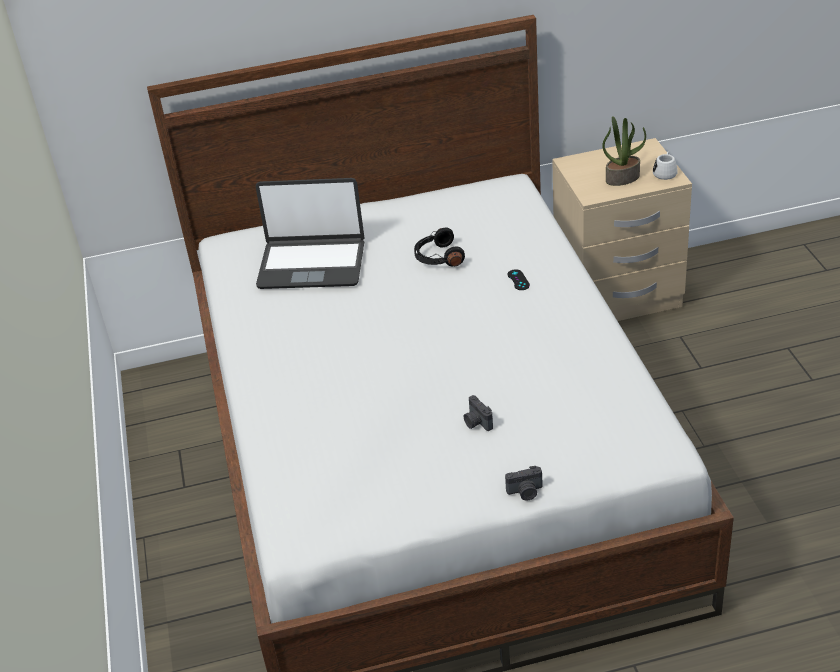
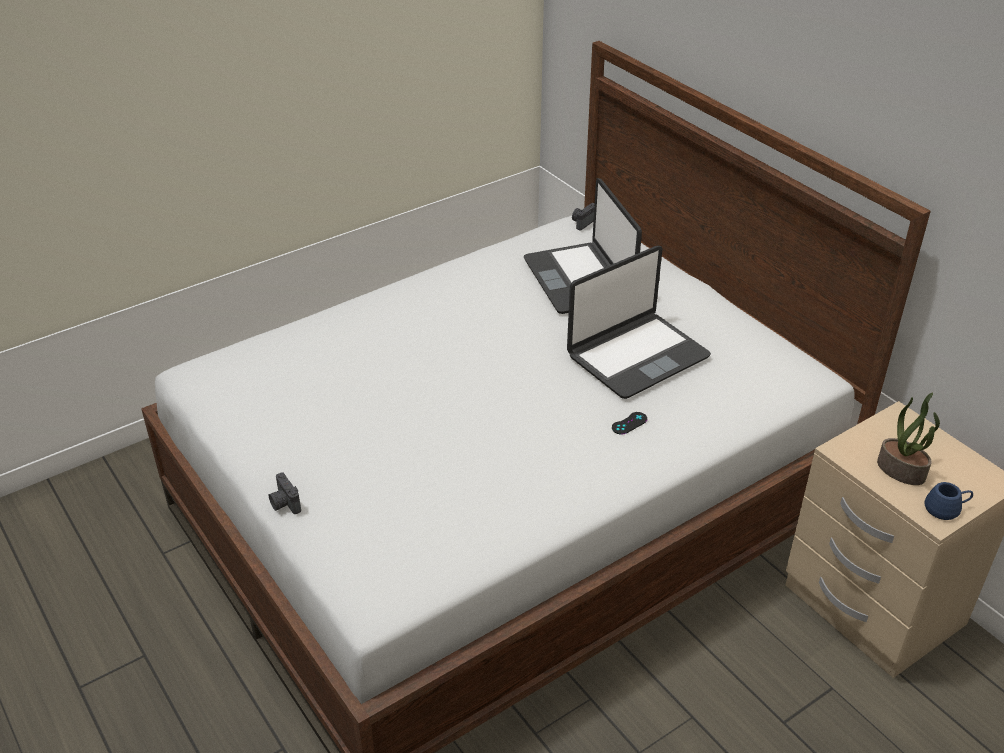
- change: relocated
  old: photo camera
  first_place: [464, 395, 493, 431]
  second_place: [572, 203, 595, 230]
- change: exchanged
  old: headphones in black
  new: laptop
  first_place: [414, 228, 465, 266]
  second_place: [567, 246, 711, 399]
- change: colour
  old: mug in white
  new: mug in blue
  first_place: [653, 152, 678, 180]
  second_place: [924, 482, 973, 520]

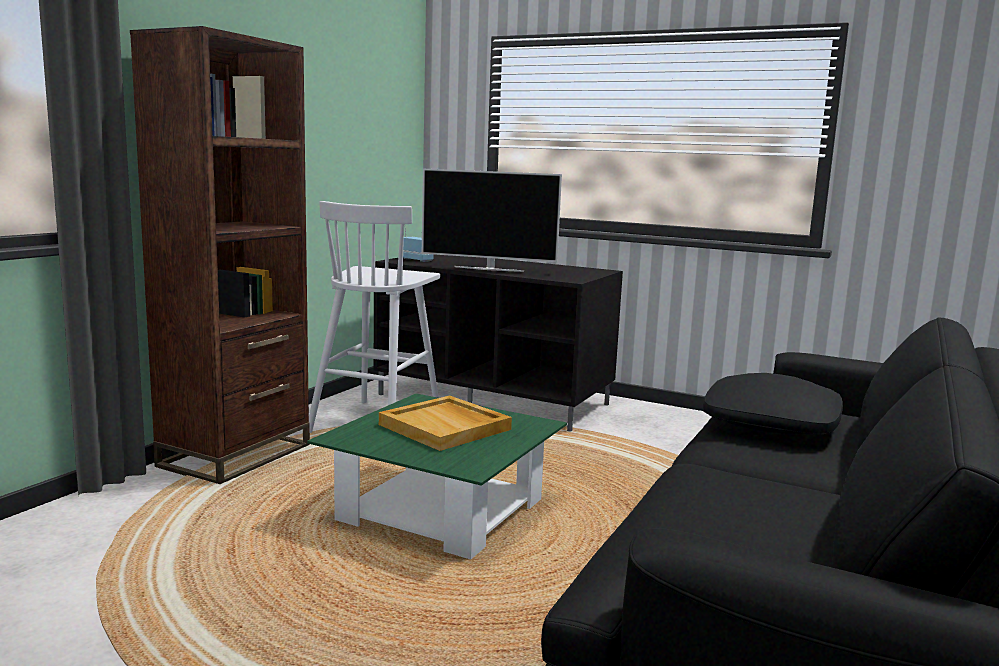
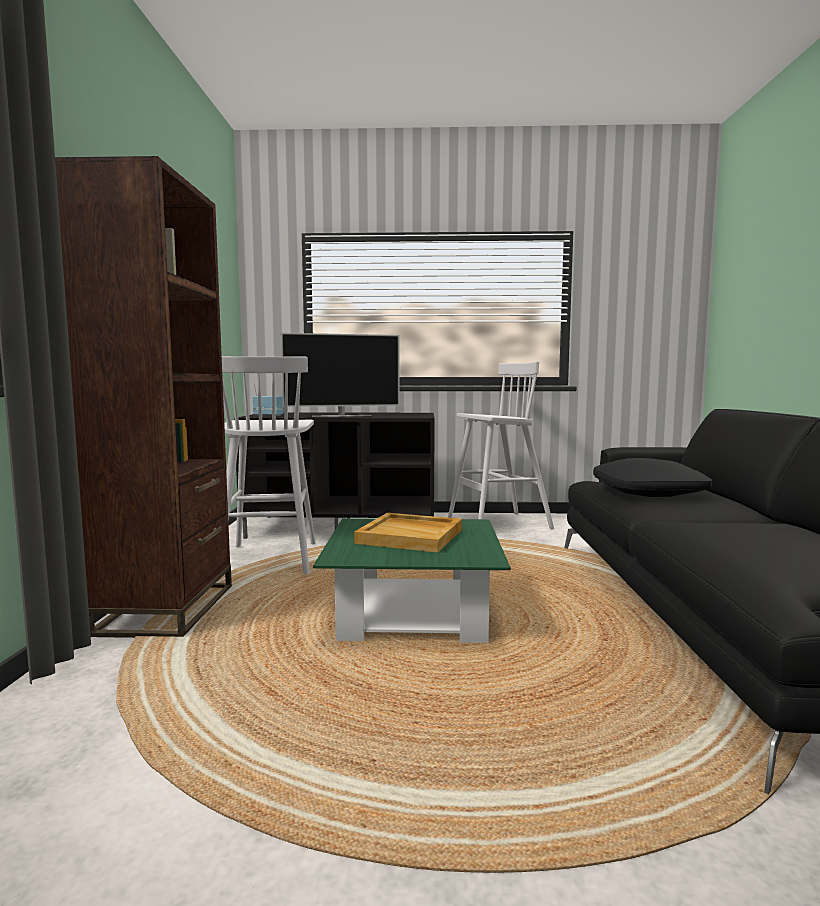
- change: appeared
  new: stool in white
  second_place: [448, 361, 554, 529]

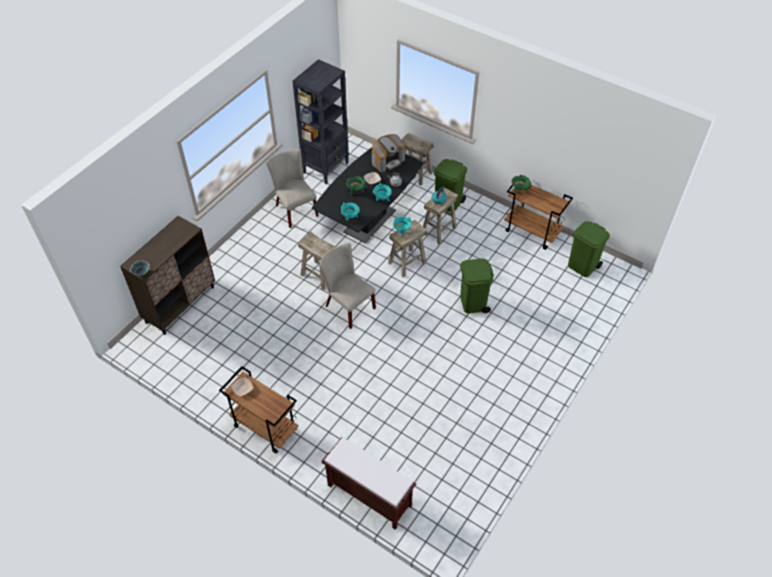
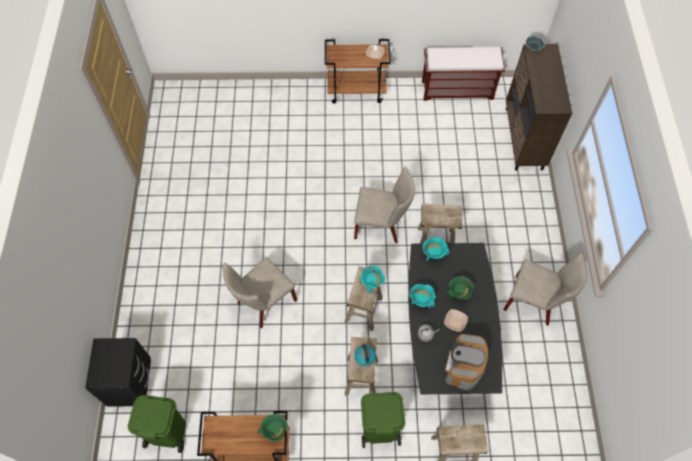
- change: missing
  old: bookcase in black
  first_place: [292, 59, 349, 184]
- change: appeared
  new: nightstand in black
  second_place: [85, 338, 151, 407]
- change: relocated
  old: bench in brown
  first_place: [322, 437, 416, 530]
  second_place: [422, 47, 505, 101]
- change: exchanged
  old: trash can in green
  new: chair in beige
  first_place: [460, 258, 494, 314]
  second_place: [223, 257, 297, 328]

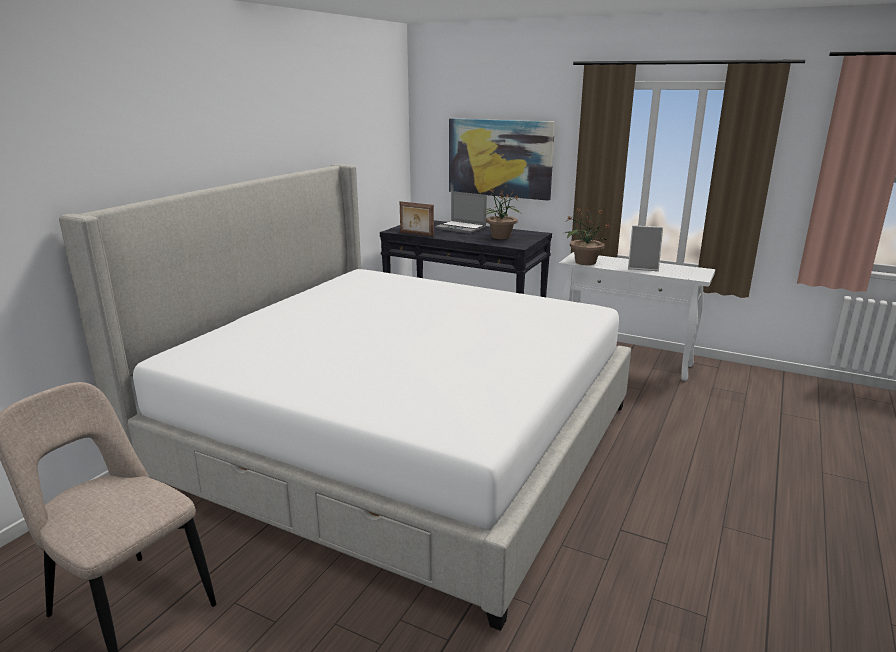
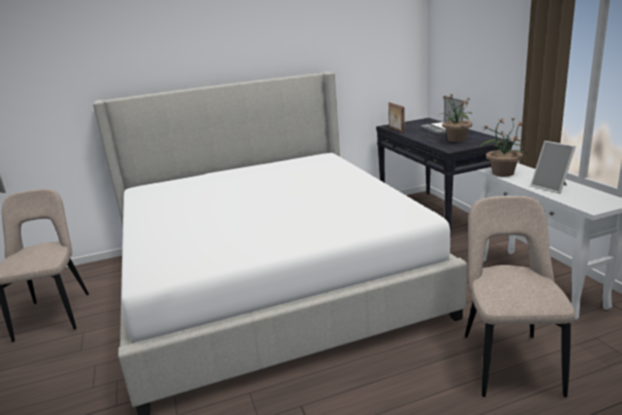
- change: missing
  old: picture
  first_place: [449, 118, 555, 201]
- change: appeared
  new: chair in beige
  second_place: [465, 196, 575, 397]

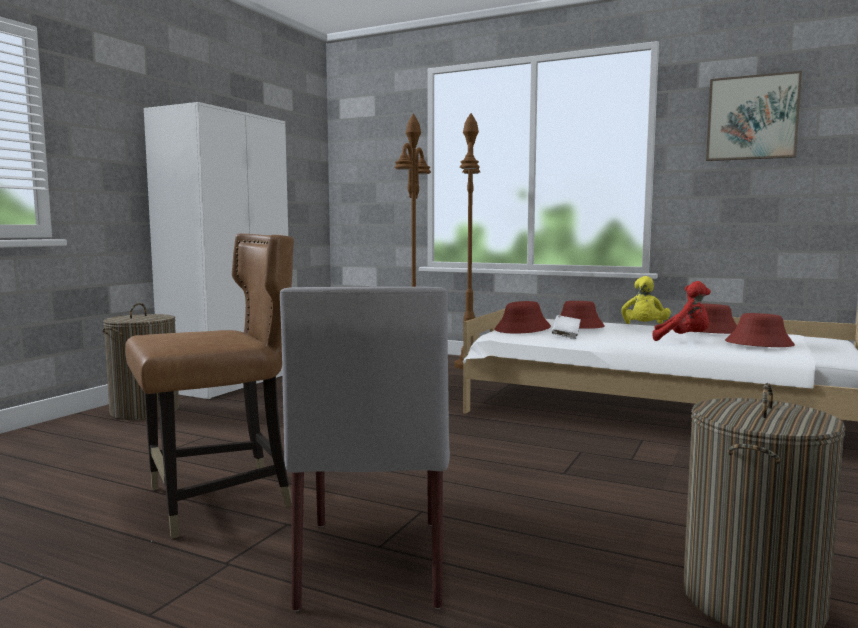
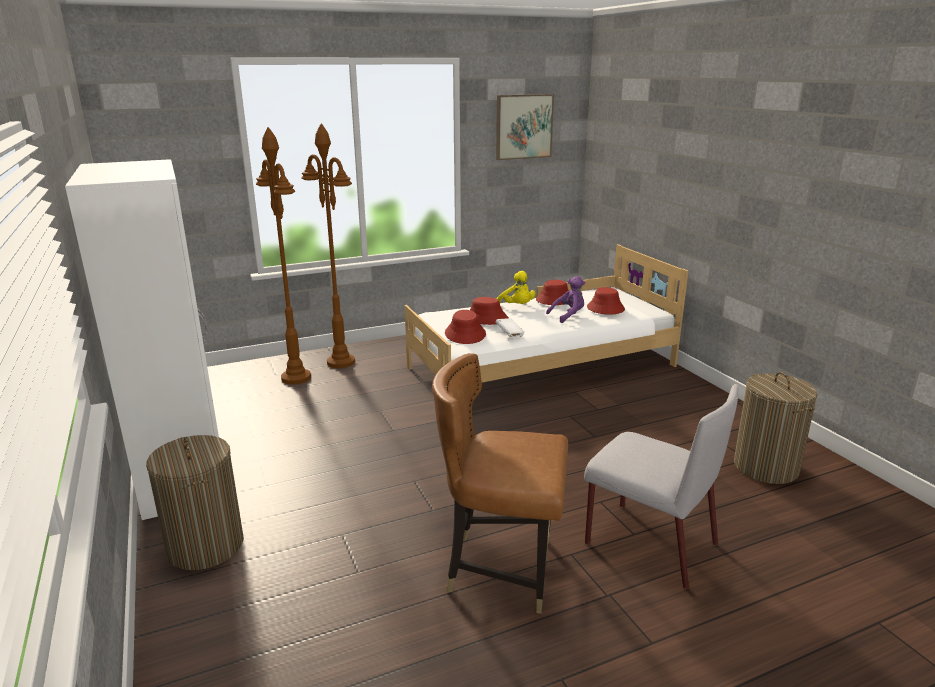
- change: colour
  old: plush toy in red
  new: plush toy in purple
  first_place: [653, 281, 711, 341]
  second_place: [546, 276, 585, 323]
- change: spun
  old: chair in brown
  first_place: [125, 234, 294, 538]
  second_place: [432, 353, 568, 614]
  degrees: -90

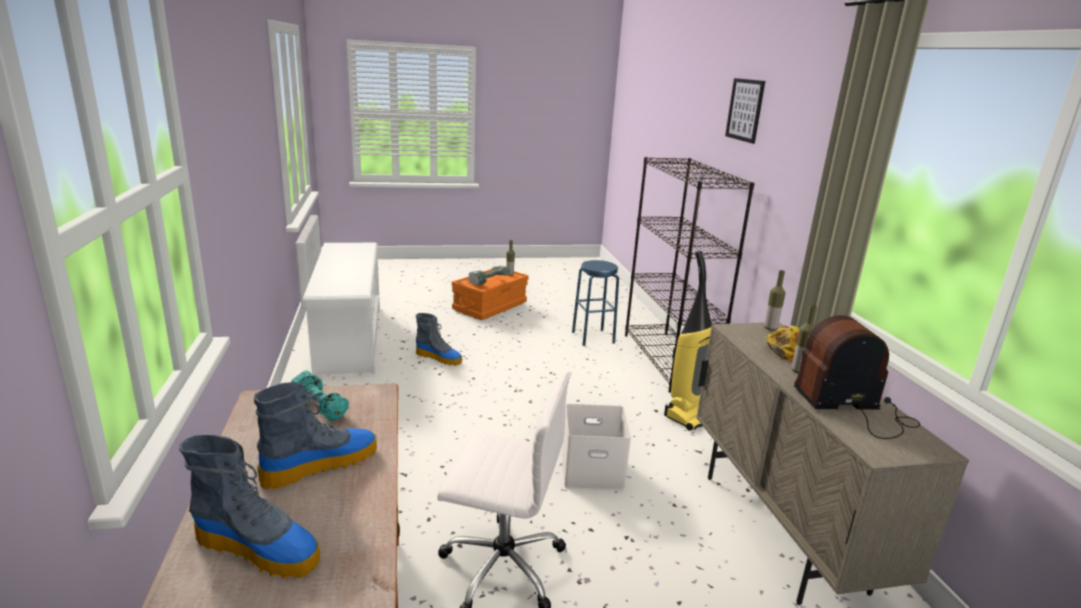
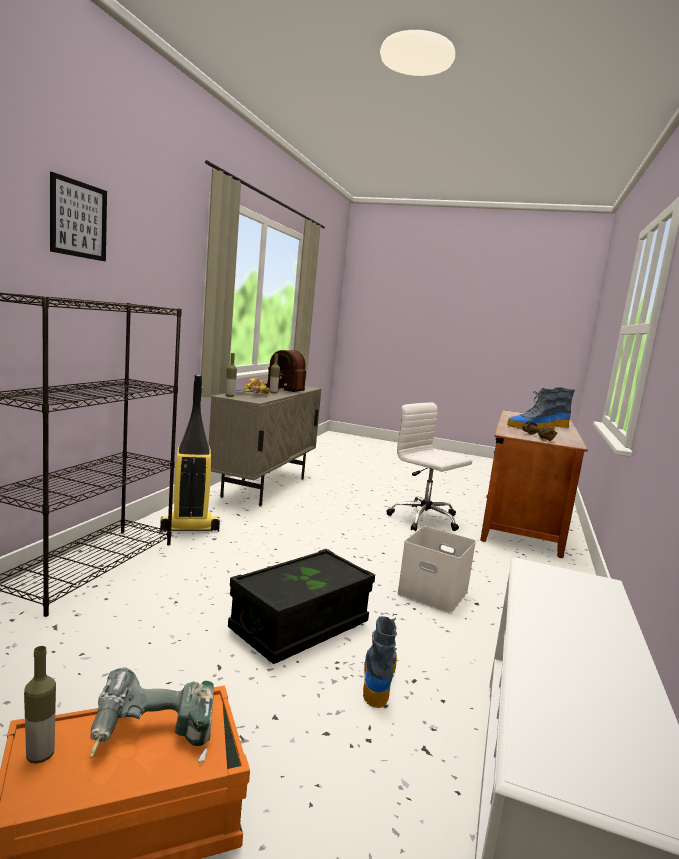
- change: missing
  old: stool in blue
  first_place: [572, 260, 619, 346]
- change: appeared
  new: storage box in black
  second_place: [228, 549, 375, 664]
- change: relocated
  old: storage box in white
  first_place: [562, 404, 631, 490]
  second_place: [397, 526, 476, 614]
- change: colour
  old: dumbbell in turquoise
  new: dumbbell in brown
  first_place: [291, 370, 349, 421]
  second_place: [522, 421, 557, 441]
- change: spun
  old: boot
  first_place: [415, 313, 462, 366]
  second_place: [363, 616, 397, 708]
  degrees: 45

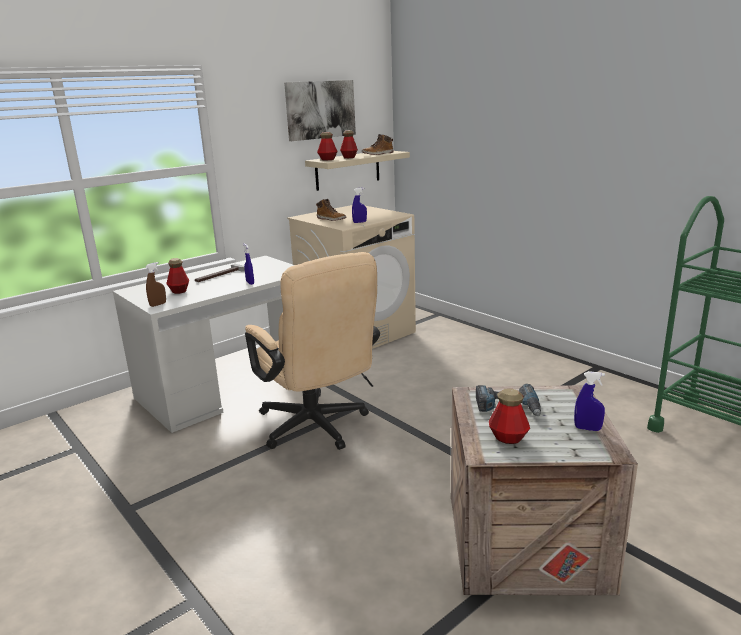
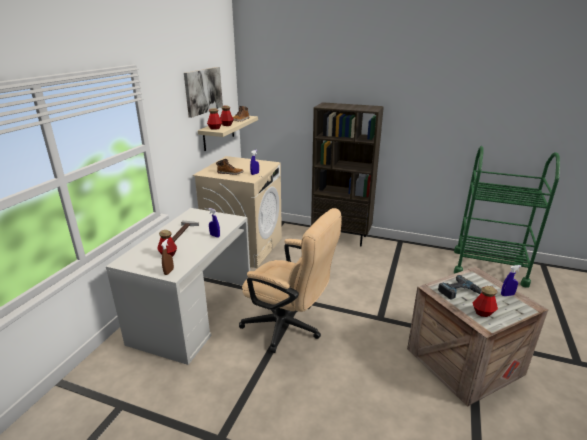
- change: appeared
  new: bookcase in brown
  second_place: [311, 102, 384, 246]

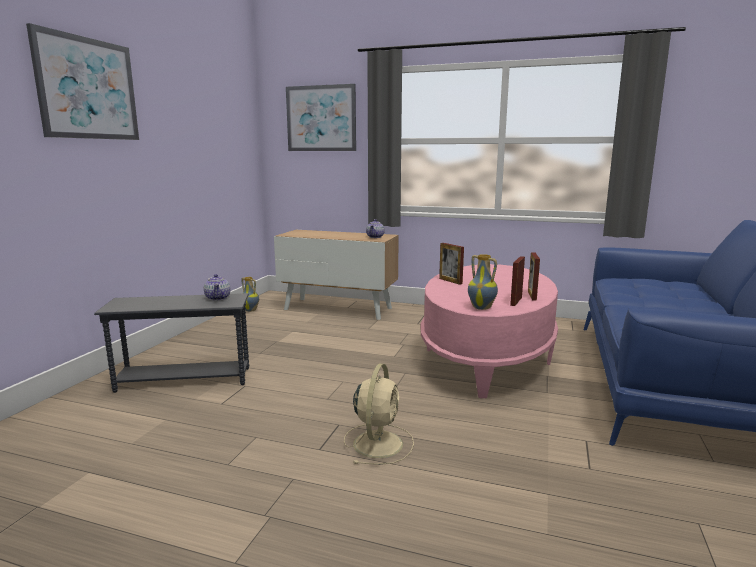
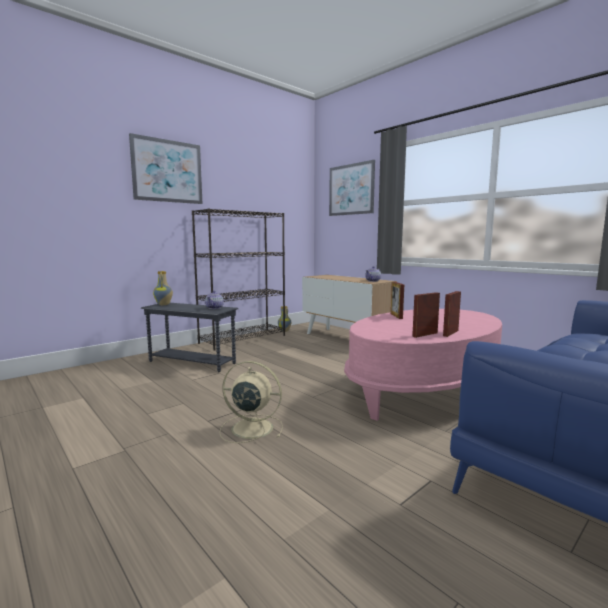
- change: appeared
  new: bookcase in black
  second_place: [192, 208, 285, 350]
- change: relocated
  old: vase
  first_place: [468, 254, 498, 310]
  second_place: [153, 271, 173, 305]
- change: spun
  old: fan in beige
  first_place: [344, 363, 414, 465]
  second_place: [219, 361, 283, 443]
  degrees: -120

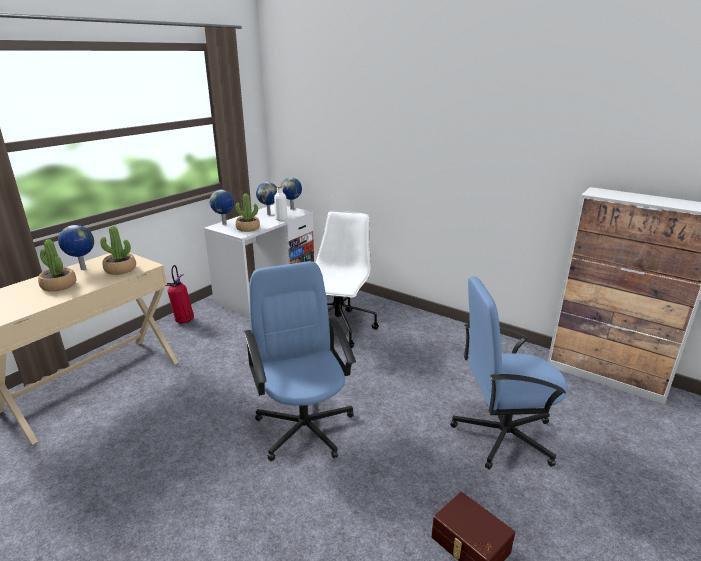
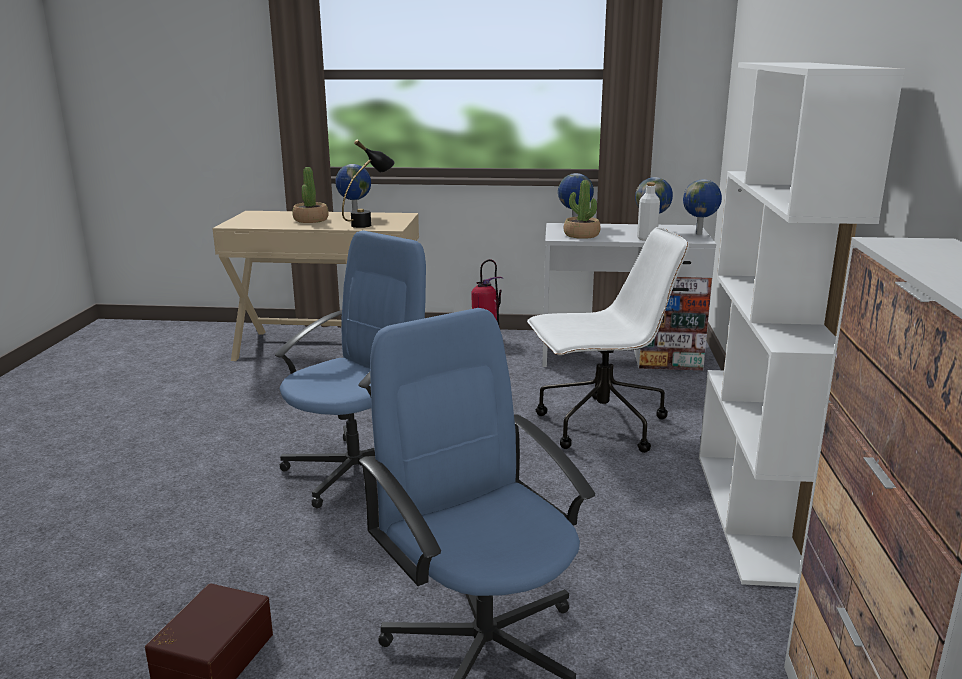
- change: appeared
  new: bookcase in white
  second_place: [699, 62, 905, 587]
- change: exchanged
  old: potted plant
  new: table lamp in black
  first_place: [100, 226, 136, 275]
  second_place: [342, 139, 395, 228]

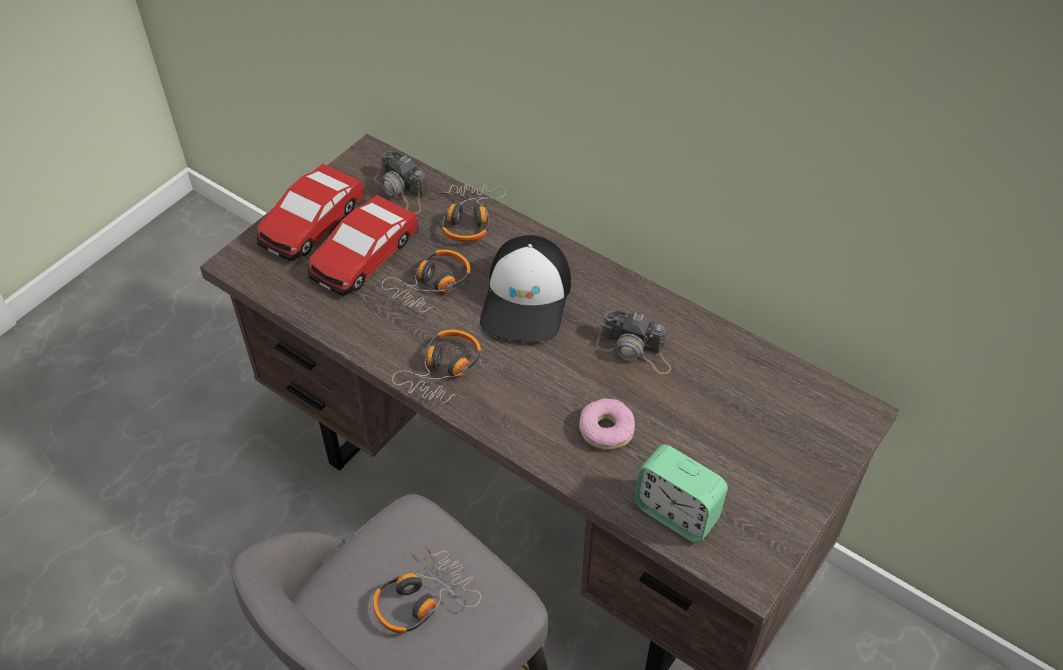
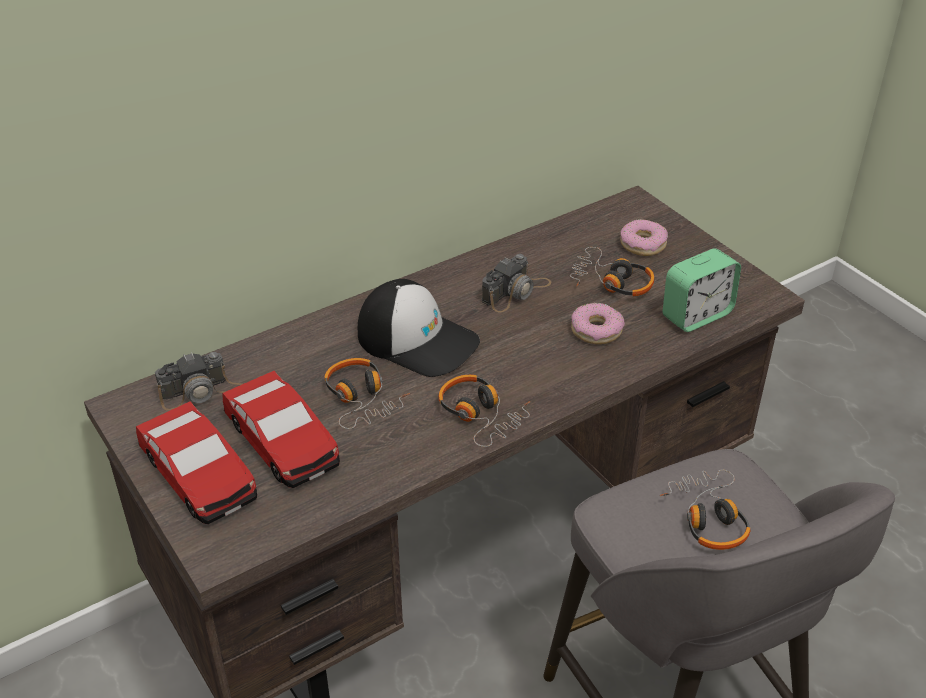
- change: appeared
  new: donut
  second_place: [620, 219, 668, 256]
- change: relocated
  old: headphones
  first_place: [438, 184, 506, 242]
  second_place: [570, 247, 654, 296]

